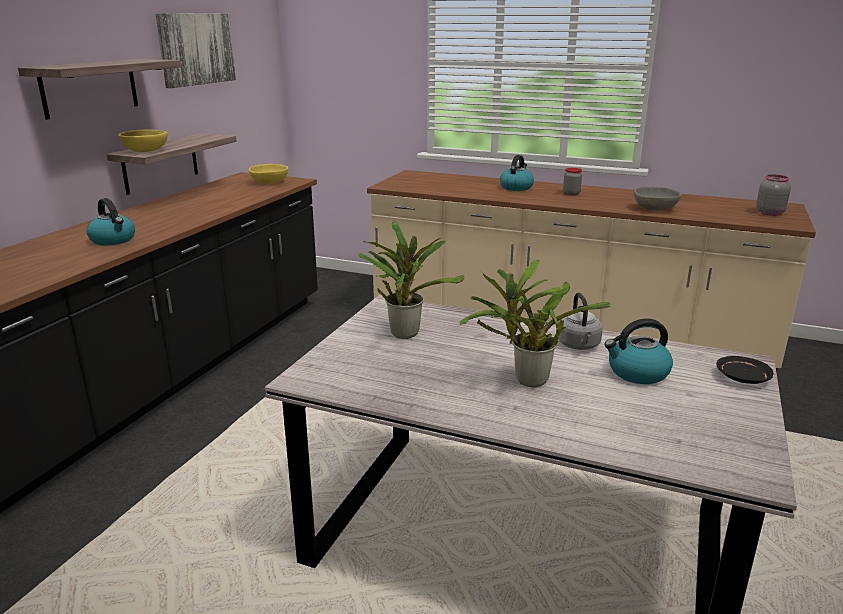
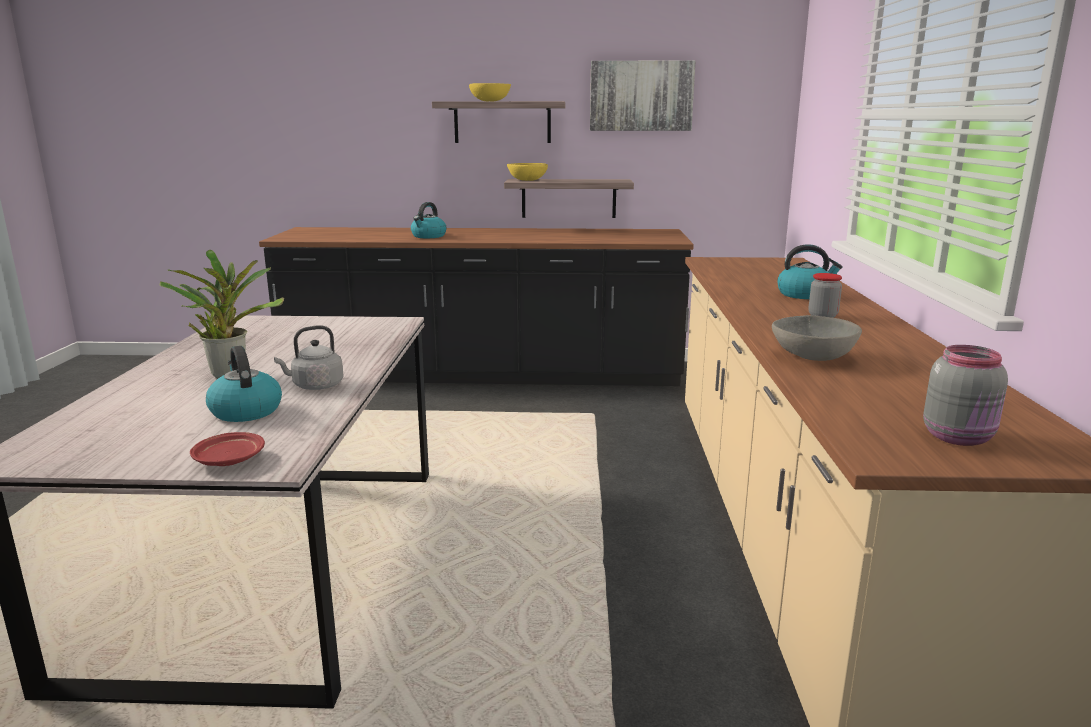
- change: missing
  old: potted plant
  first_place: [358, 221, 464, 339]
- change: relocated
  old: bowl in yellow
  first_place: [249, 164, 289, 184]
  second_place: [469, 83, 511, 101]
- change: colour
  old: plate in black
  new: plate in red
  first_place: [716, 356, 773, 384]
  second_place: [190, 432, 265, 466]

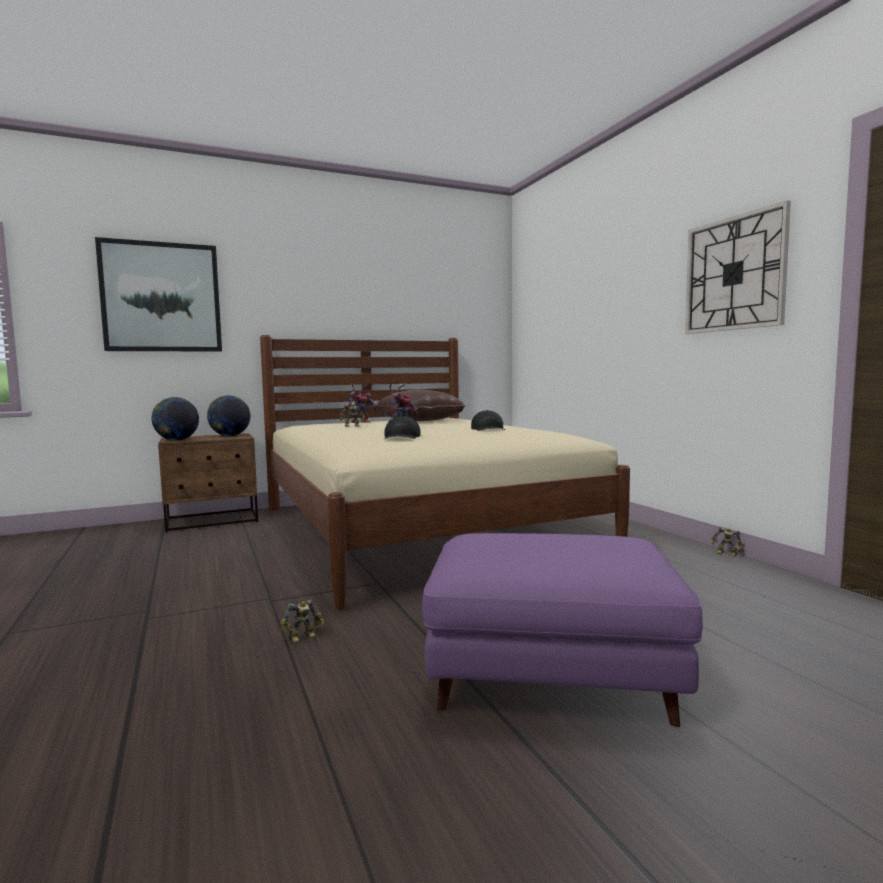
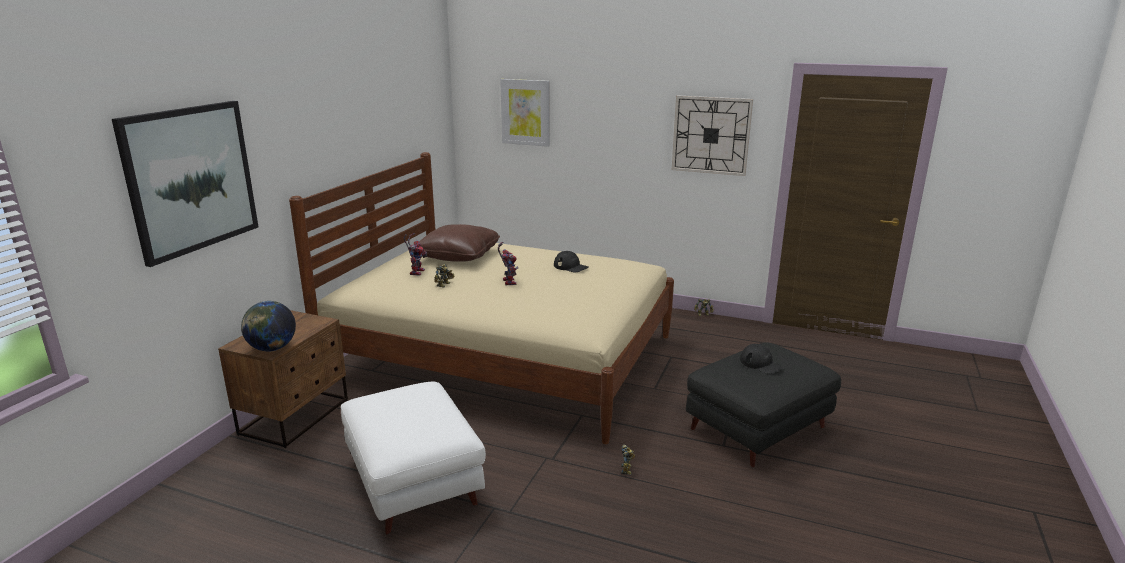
- change: missing
  old: globe
  first_place: [207, 395, 250, 436]
- change: appeared
  new: ottoman in white
  second_place: [341, 381, 486, 534]
- change: appeared
  new: picture
  second_place: [500, 79, 550, 147]
- change: relocated
  old: cap in black
  first_place: [384, 416, 420, 439]
  second_place: [740, 344, 784, 374]
- change: colour
  old: ottoman in purple
  new: ottoman in black
  first_place: [422, 533, 703, 727]
  second_place: [686, 342, 841, 467]

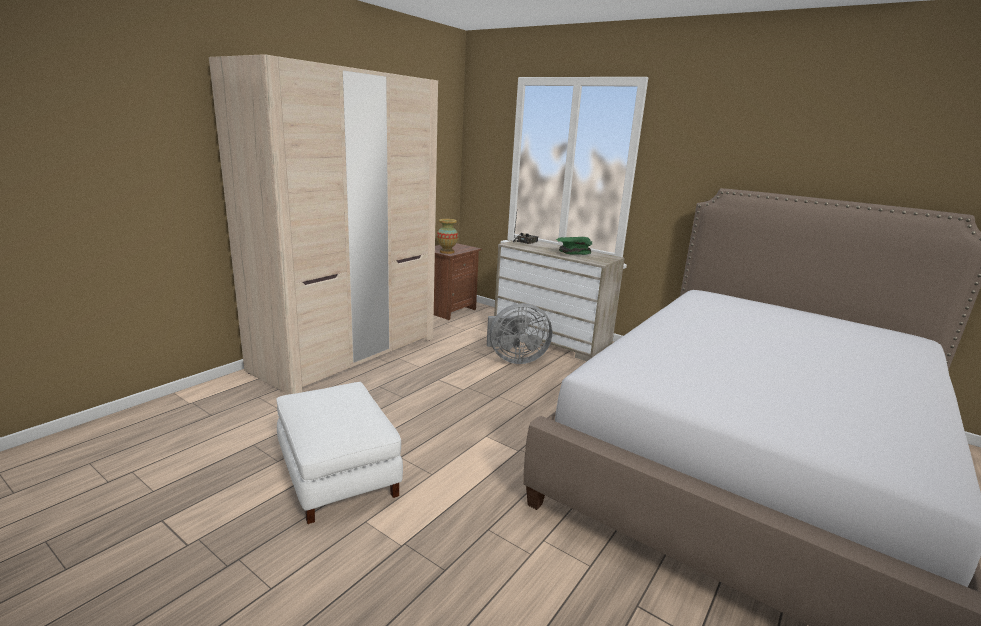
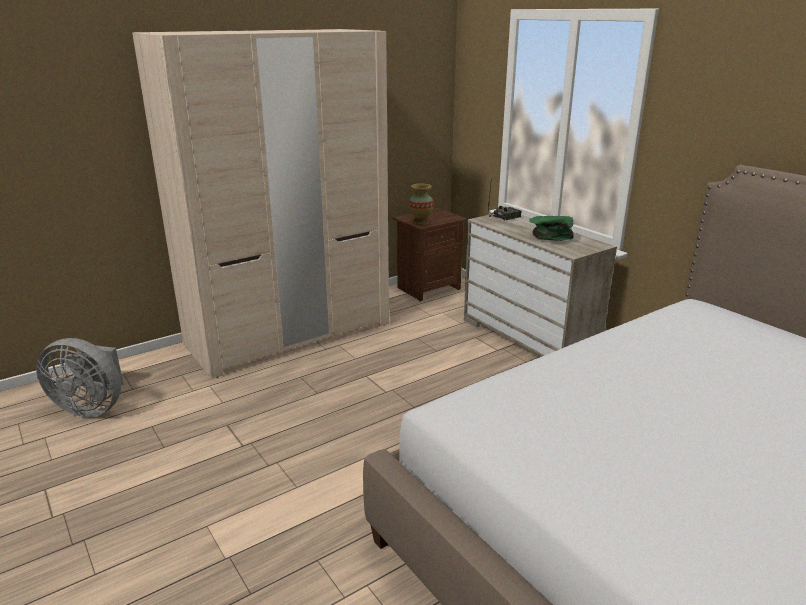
- change: missing
  old: ottoman in white
  first_place: [276, 382, 403, 524]
- change: relocated
  old: fan in grey
  first_place: [487, 303, 552, 364]
  second_place: [36, 338, 124, 417]

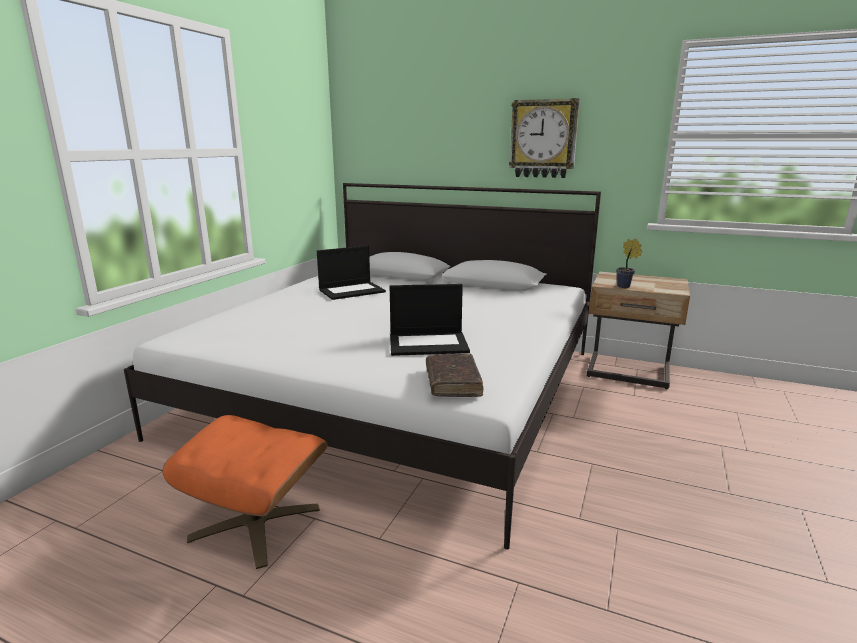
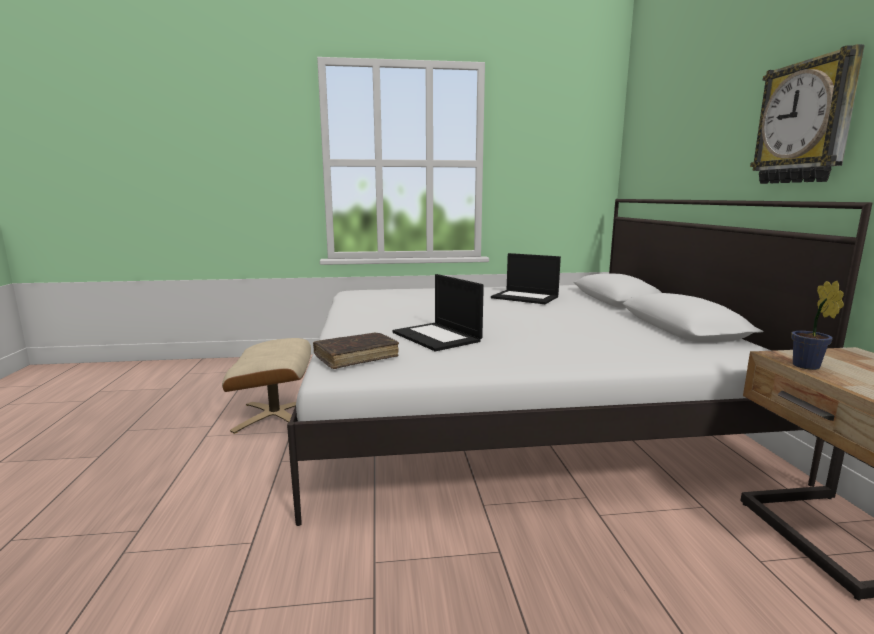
- change: colour
  old: ottoman in orange
  new: ottoman in beige
  first_place: [163, 415, 328, 569]
  second_place: [222, 338, 311, 434]

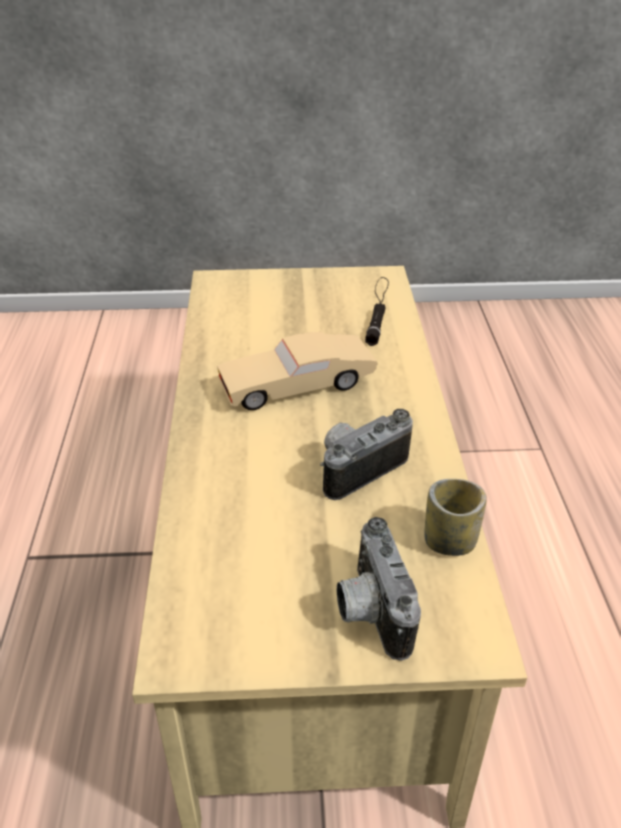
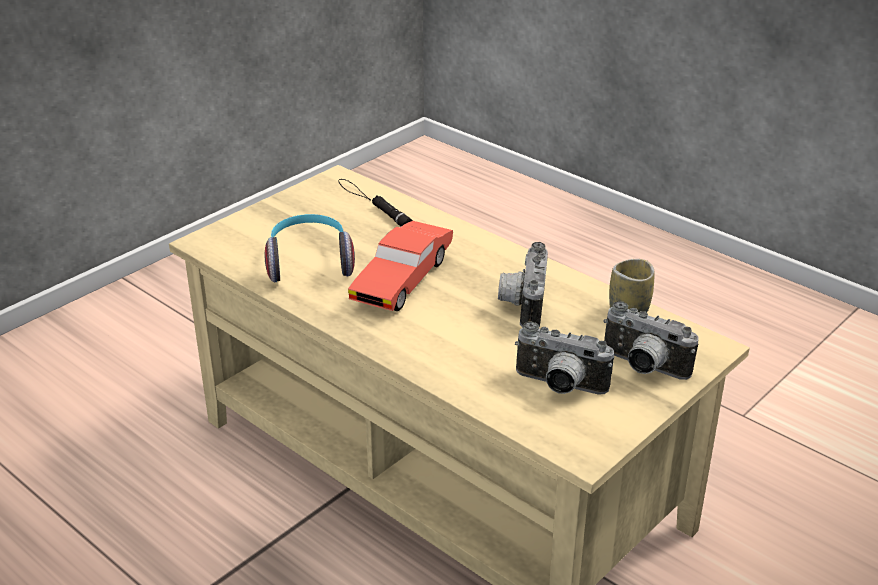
- change: appeared
  new: headphones
  second_place: [265, 214, 355, 282]
- change: appeared
  new: photo camera
  second_place: [515, 321, 614, 395]
- change: colour
  old: toy car in beige
  new: toy car in red
  first_place: [217, 332, 378, 410]
  second_place: [348, 221, 453, 311]

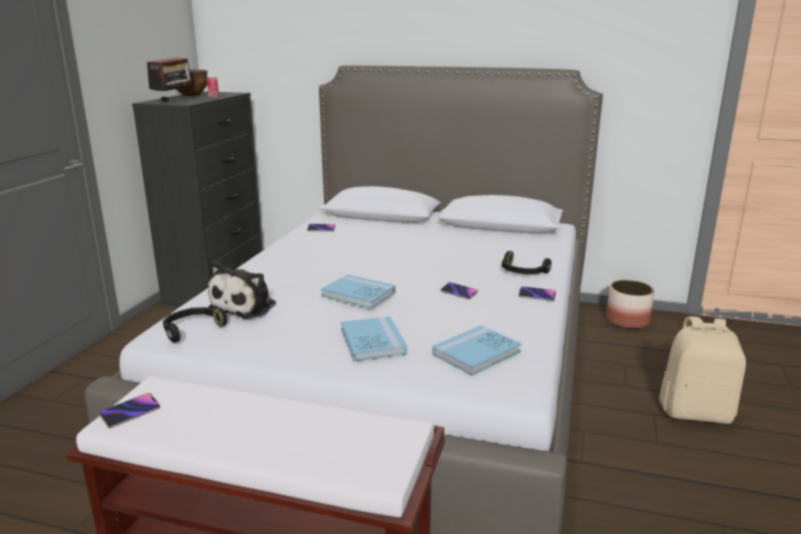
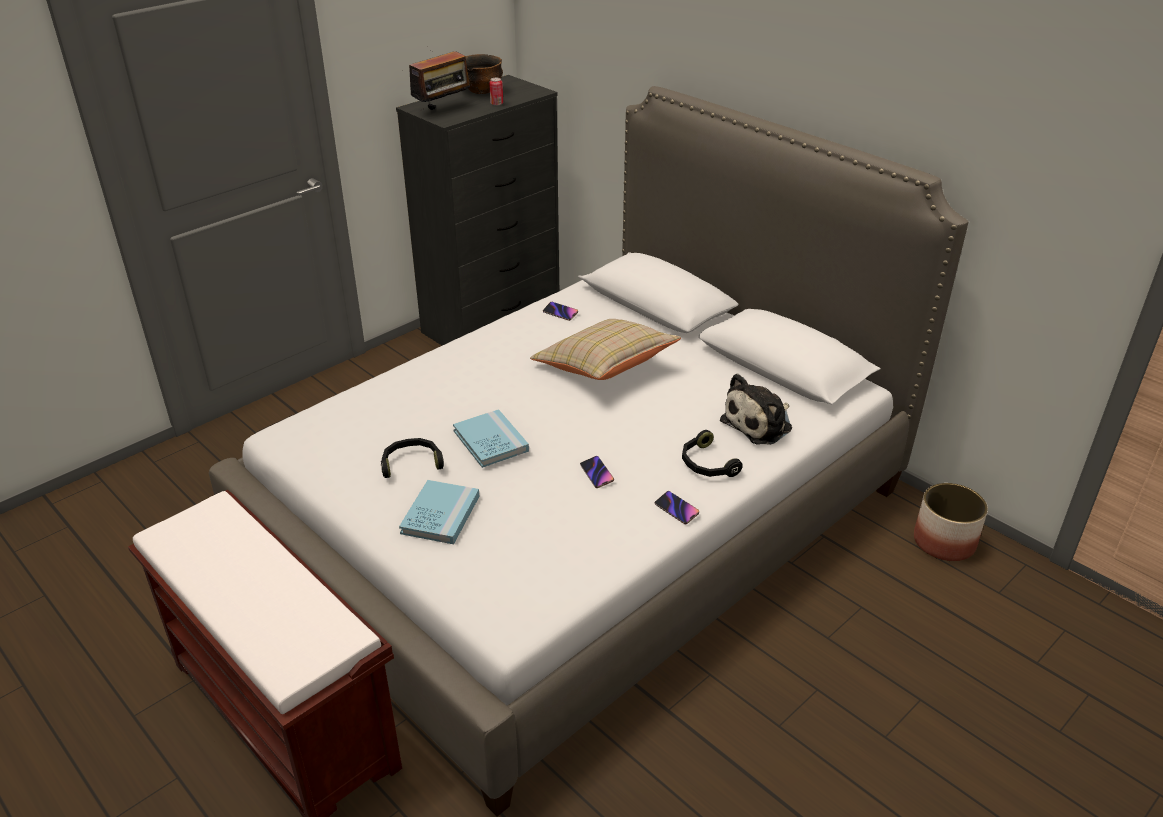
- change: missing
  old: phone
  first_place: [99, 393, 160, 428]
- change: missing
  old: book in blue
  first_place: [432, 325, 521, 376]
- change: missing
  old: backpack in beige
  first_place: [659, 316, 746, 424]
- change: appeared
  new: pillow in beige
  second_place: [530, 319, 681, 380]
- change: relocated
  old: headphones in black
  first_place: [163, 307, 227, 343]
  second_place: [381, 438, 444, 478]
- change: relocated
  old: plush toy
  first_place: [208, 261, 276, 319]
  second_place: [720, 374, 792, 445]

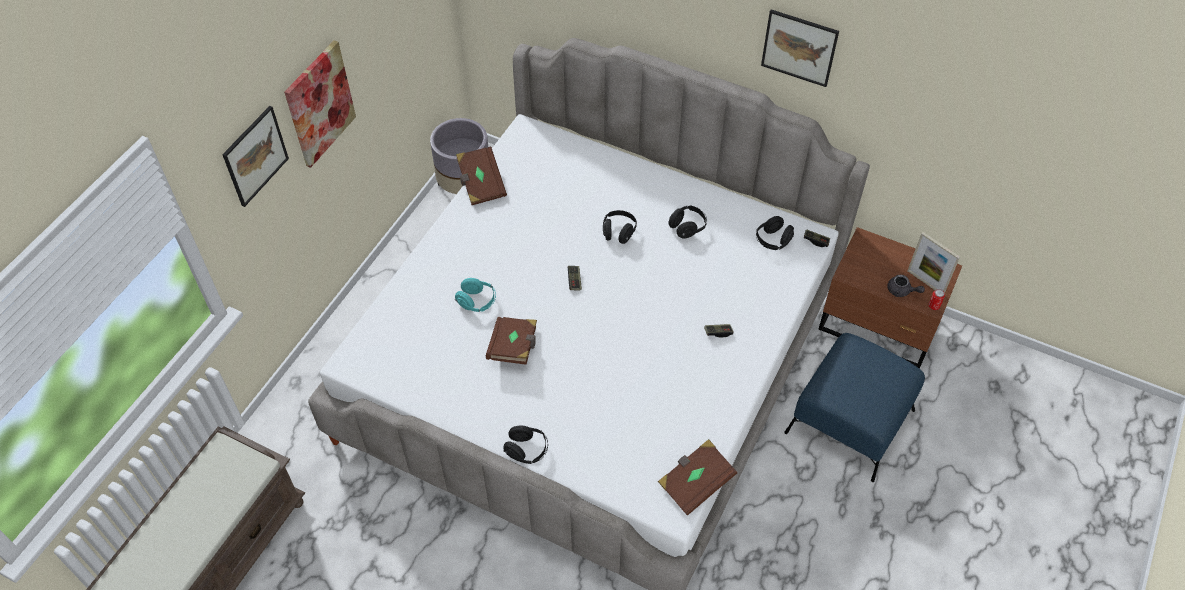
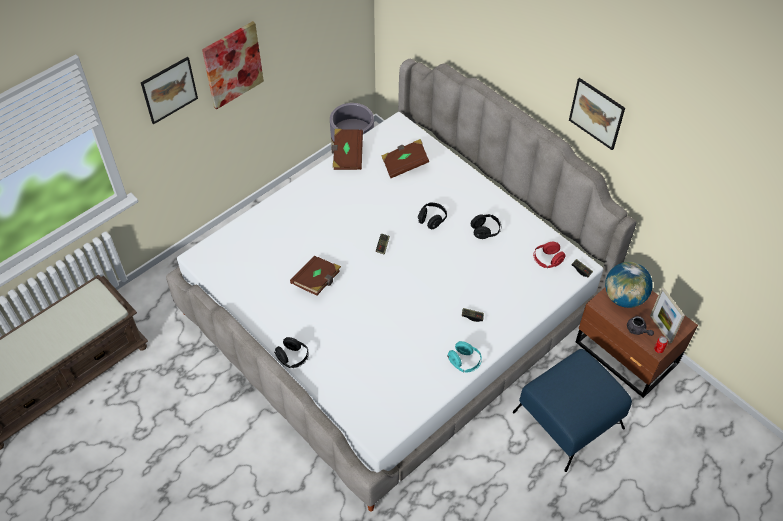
- change: appeared
  new: globe
  second_place: [605, 262, 653, 308]
- change: relocated
  old: headphones in turquoise
  first_place: [455, 278, 496, 312]
  second_place: [447, 341, 482, 373]
- change: relocated
  old: book in brown
  first_place: [658, 439, 737, 516]
  second_place: [382, 139, 429, 178]
- change: colour
  old: headphones in black
  new: headphones in red
  first_place: [756, 216, 794, 250]
  second_place: [533, 242, 566, 268]

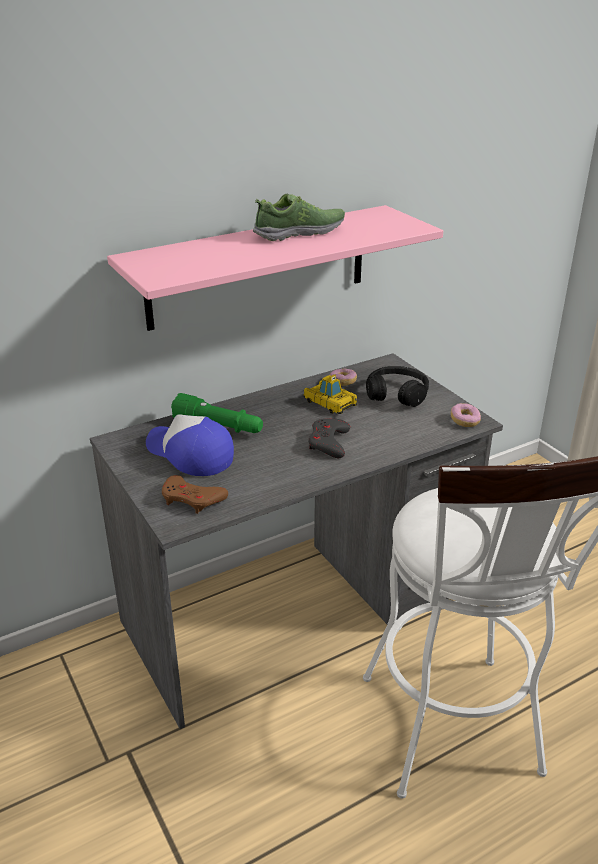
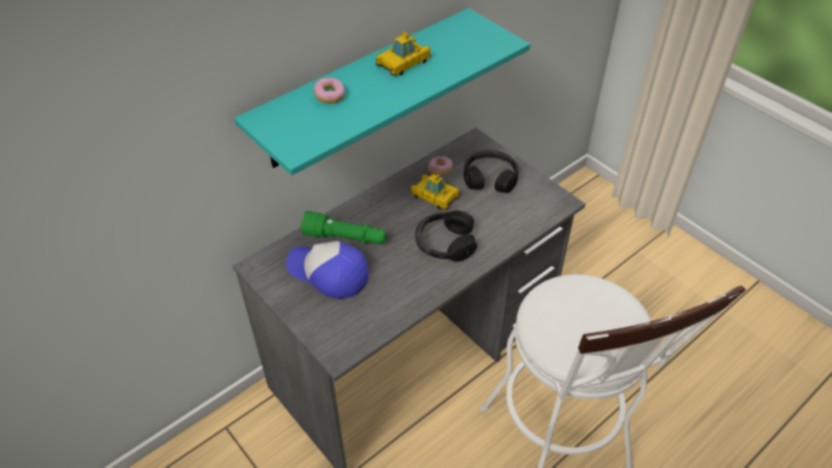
- change: missing
  old: game controller in brown
  first_place: [162, 475, 228, 514]
- change: relocated
  old: donut
  first_place: [451, 403, 481, 427]
  second_place: [314, 78, 345, 104]
- change: exchanged
  old: shoe
  new: toy car
  first_place: [253, 194, 345, 241]
  second_place: [376, 32, 431, 76]
- change: exchanged
  old: game controller in grey
  new: headphones in black
  first_place: [308, 418, 350, 458]
  second_place: [415, 210, 477, 262]
- change: colour
  old: shelf in pink
  new: shelf in turquoise
  first_place: [107, 205, 443, 331]
  second_place: [234, 8, 530, 176]

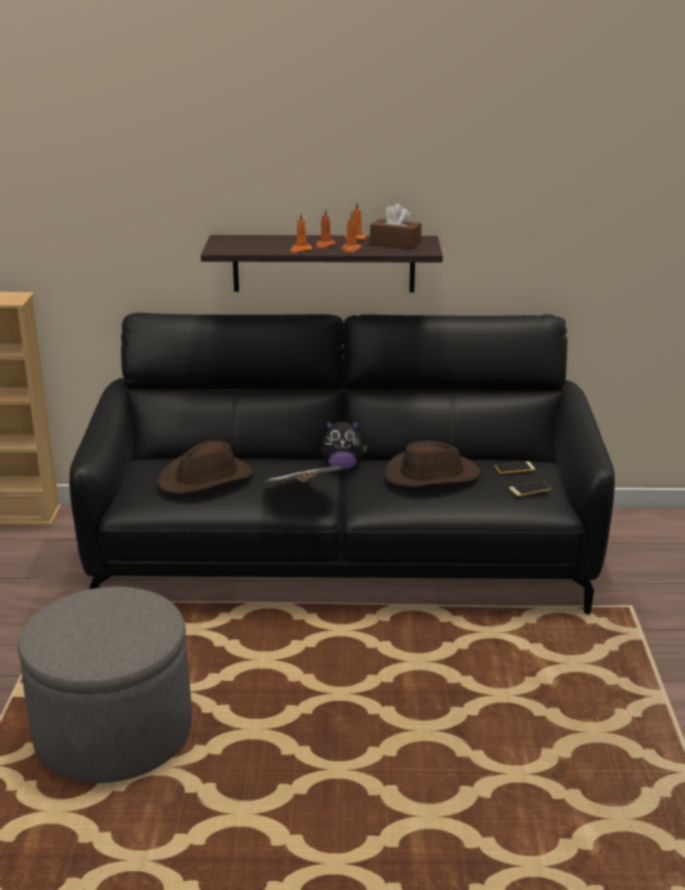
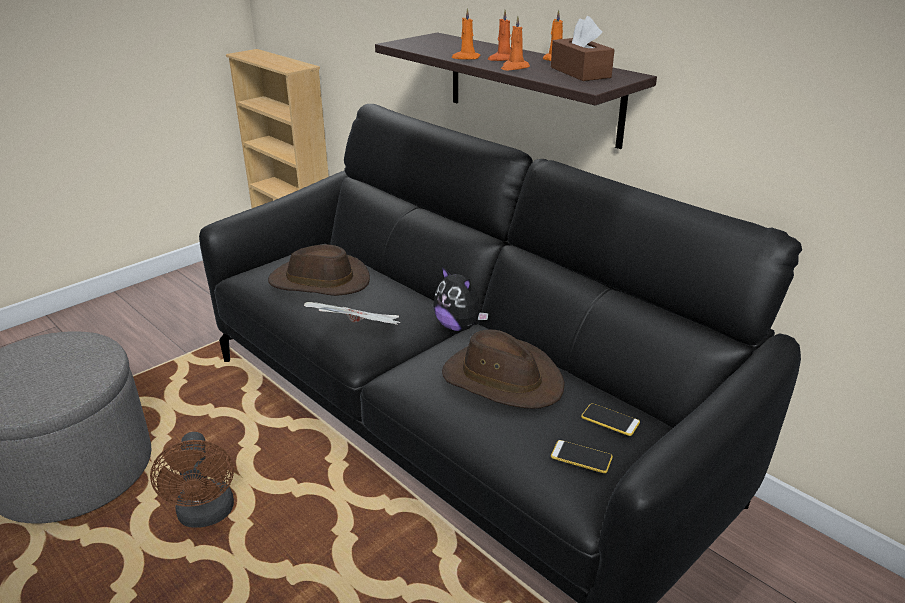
- change: appeared
  new: fan in brown
  second_place: [150, 432, 234, 528]

